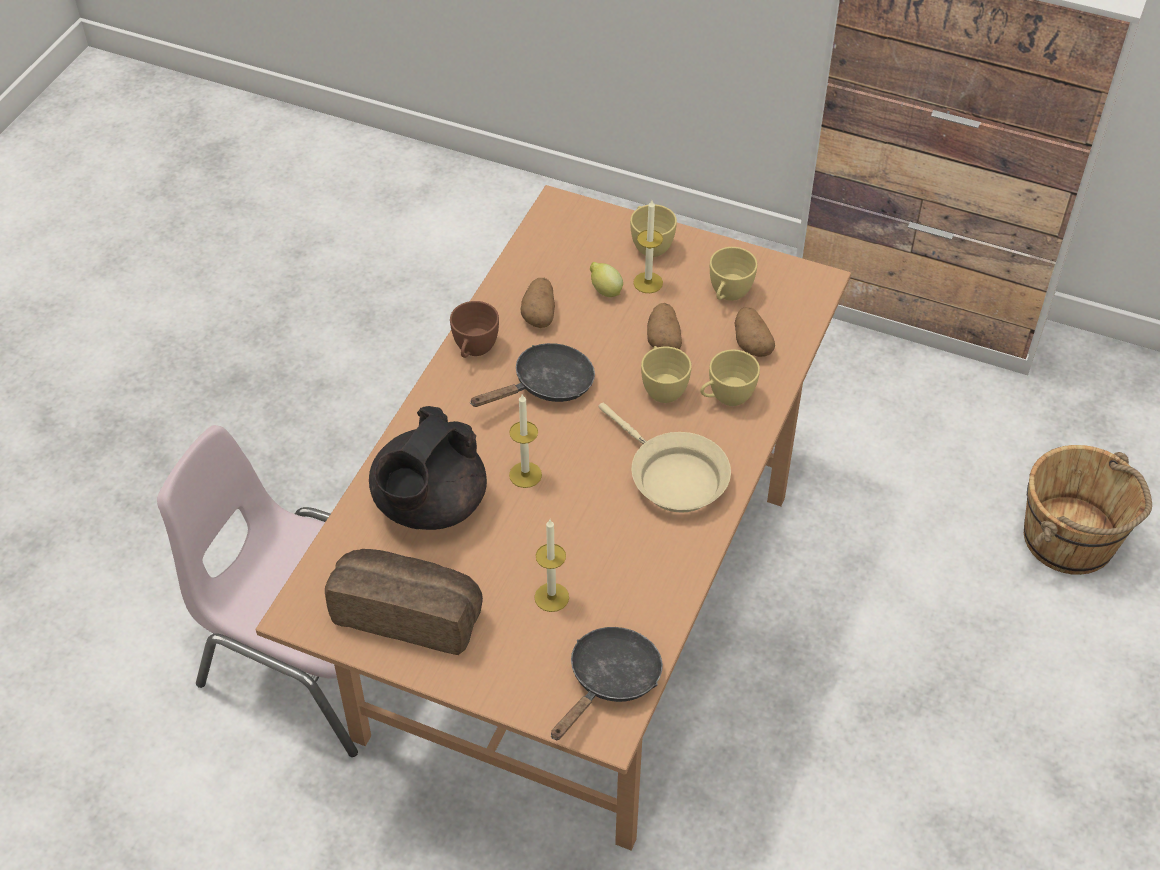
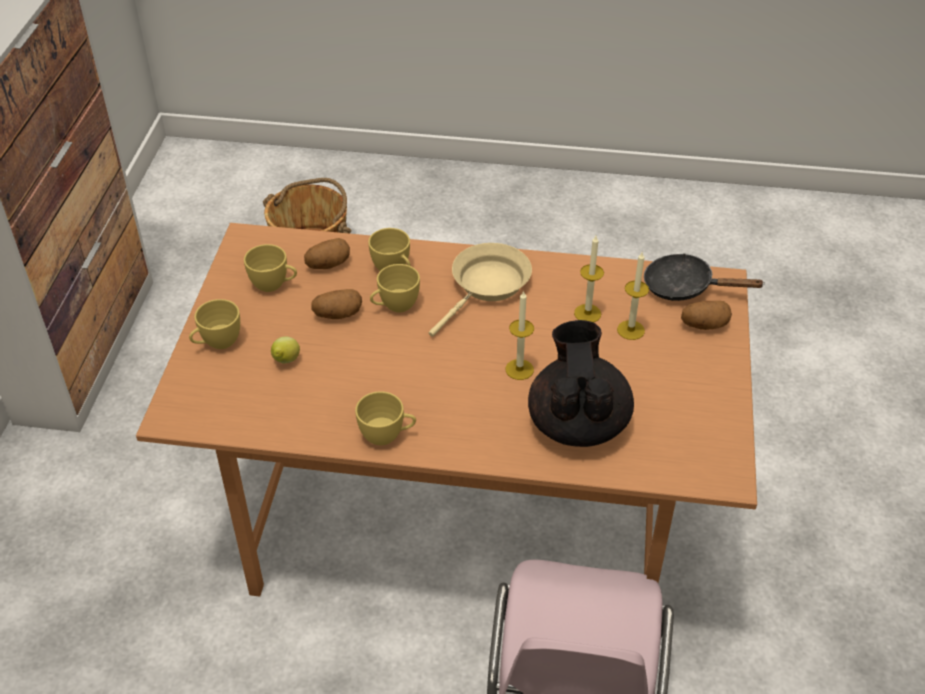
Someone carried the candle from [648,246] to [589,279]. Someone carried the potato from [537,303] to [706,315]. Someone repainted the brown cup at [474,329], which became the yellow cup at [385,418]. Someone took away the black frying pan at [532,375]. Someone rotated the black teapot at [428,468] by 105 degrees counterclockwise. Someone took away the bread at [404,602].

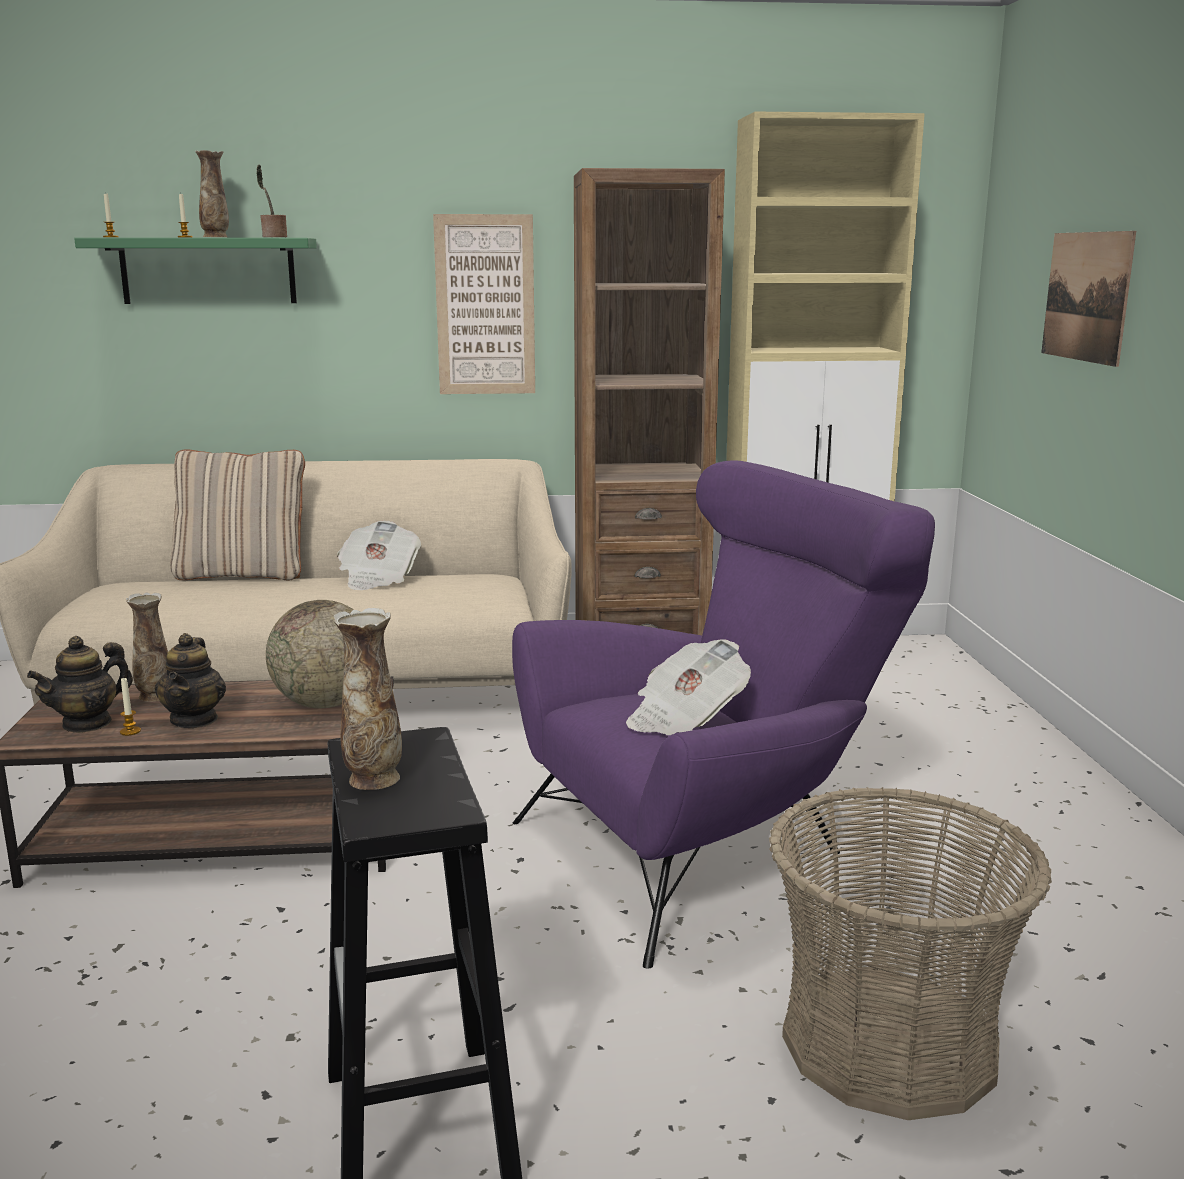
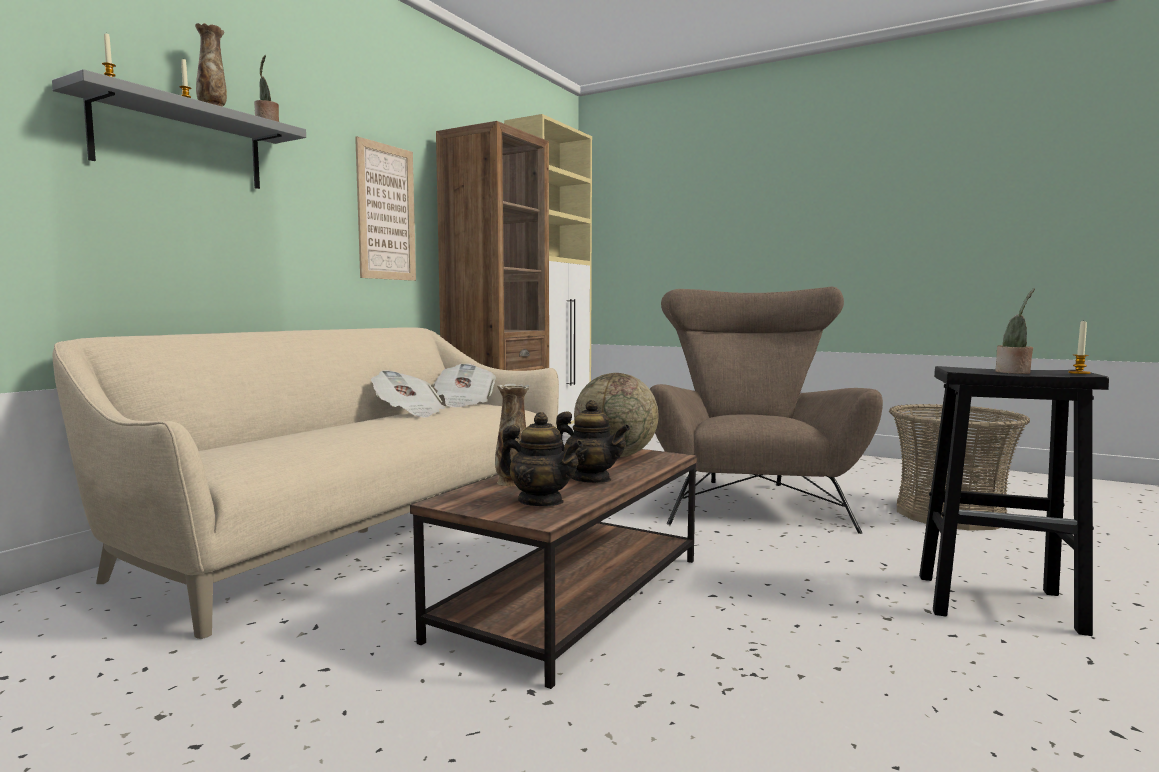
Someone took away the picture at [1088,299]. Someone repainted the green shelf at [195,271], which became the grey shelf at [179,129]. Someone took away the beige pillow at [237,515]. Someone repainted the purple armchair at [723,714], which became the brown armchair at [766,410]. Someone swapped the vase at [367,699] for the potted plant at [1015,331]. Someone rotated the teapot at [80,684] by 45 degrees counterclockwise. Someone carried the newspaper from [688,687] to [464,385]. Someone carried the candle from [130,707] to [1079,347].

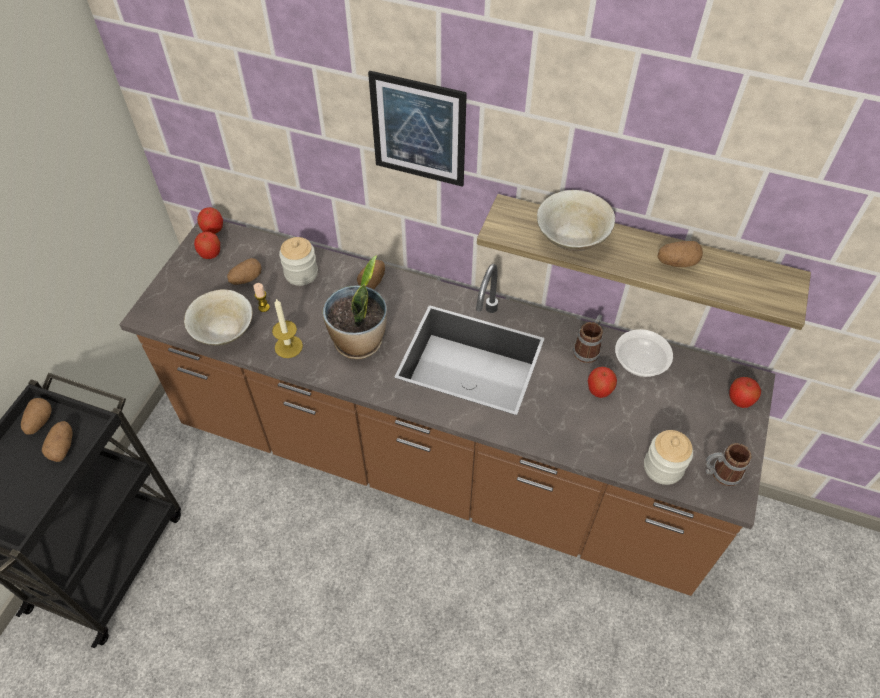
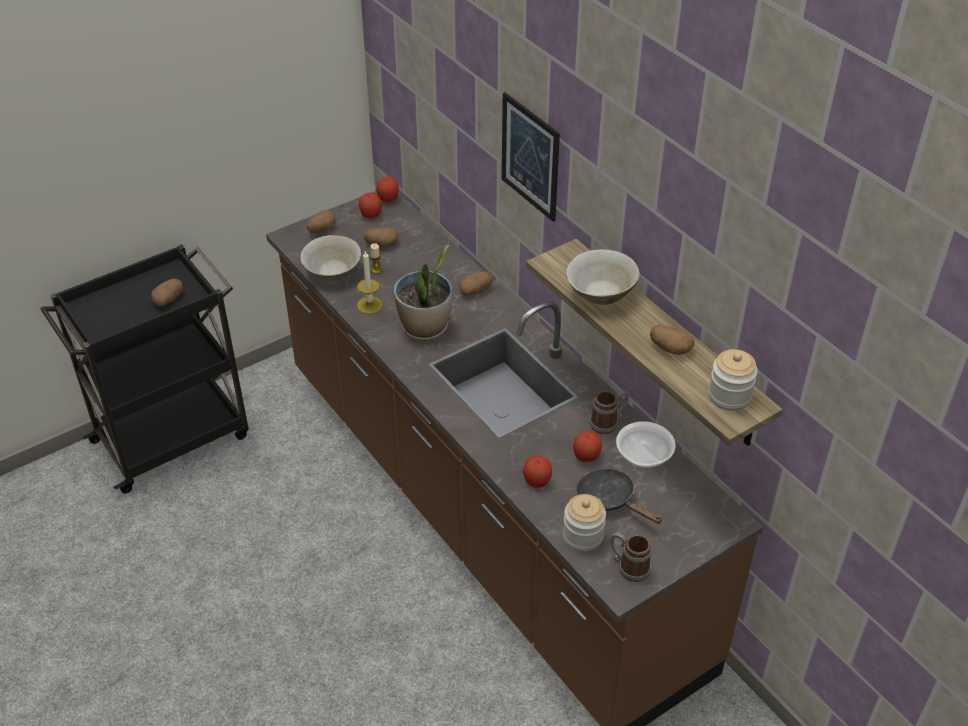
Someone carried the jar from [298,261] to [733,380]. Someone carried the apple from [745,392] to [537,471]. Someone carried the potato from [36,416] to [321,221]. Someone put down the black frying pan at [619,496].

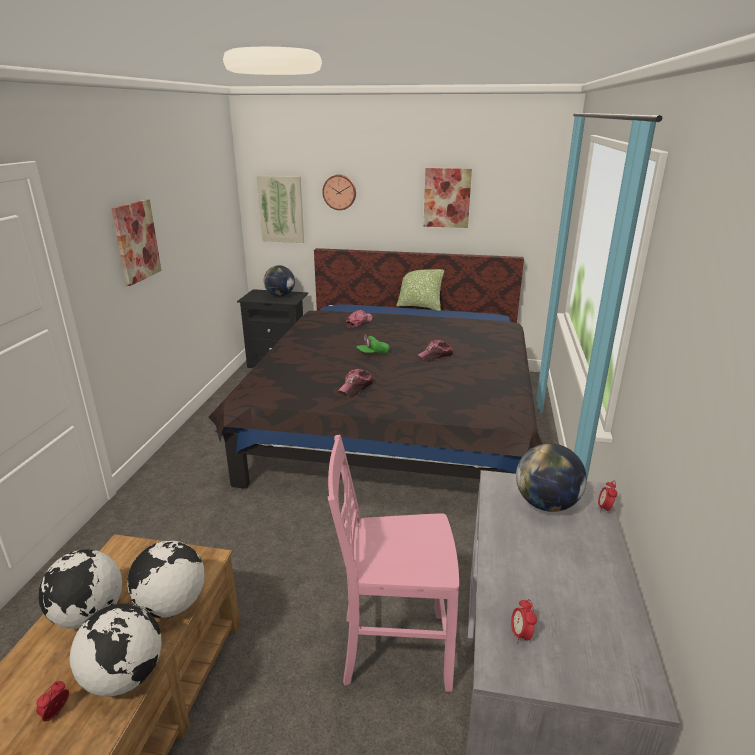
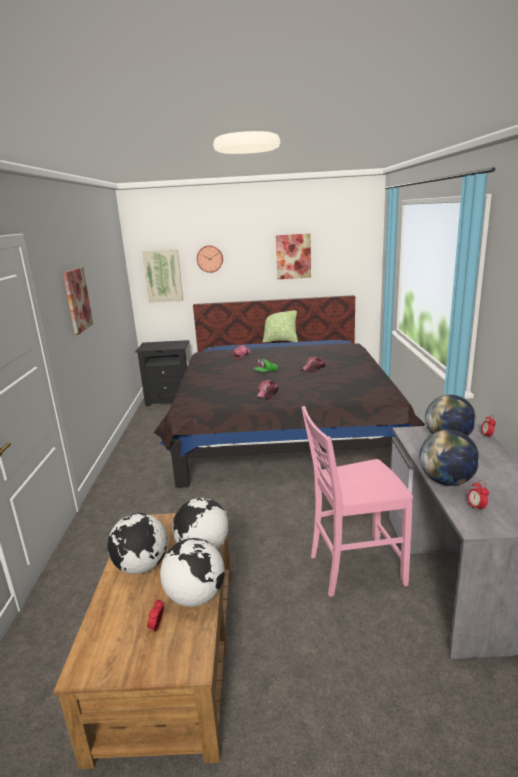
Someone carried the globe from [279,280] to [450,457].

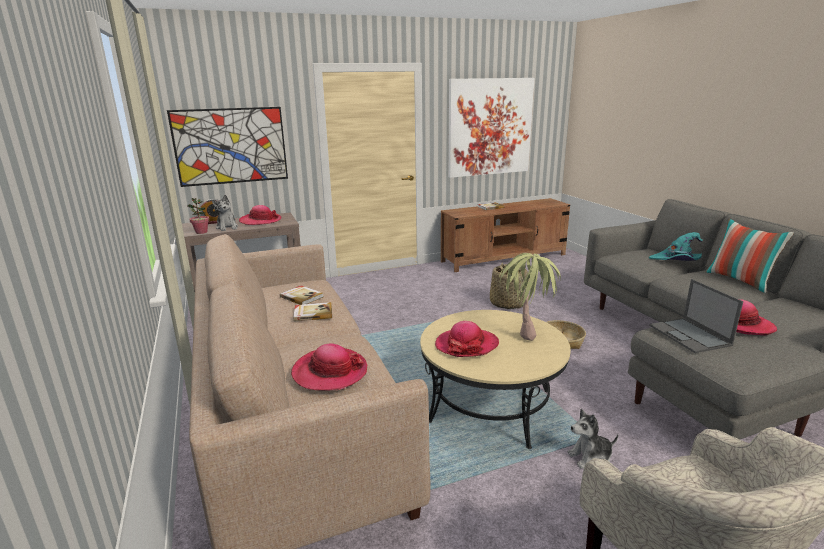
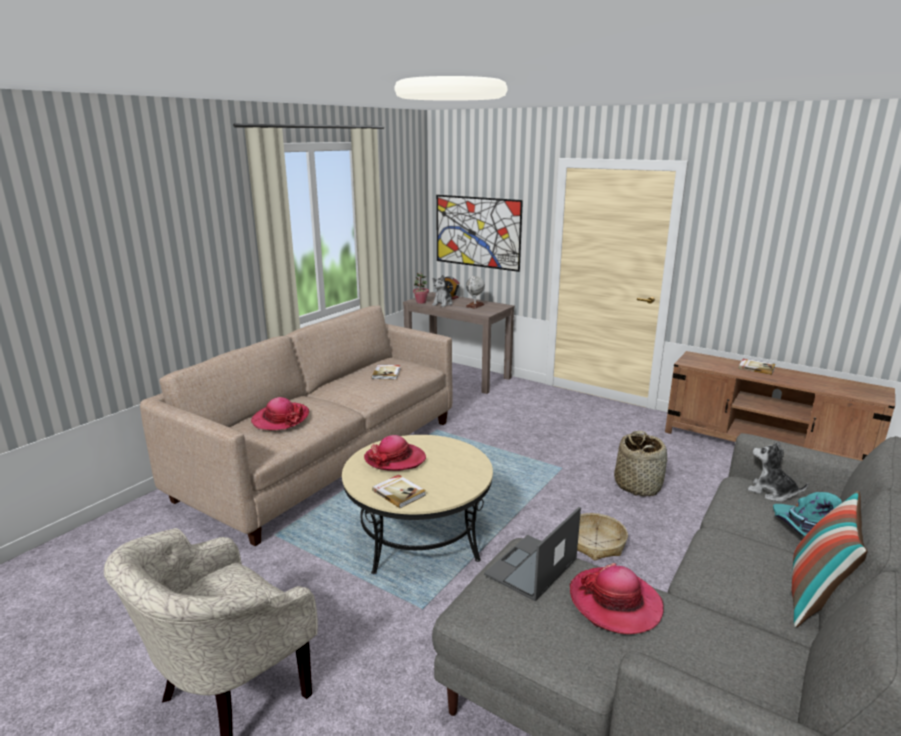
Someone took away the picture at [491,128]. Someone swapped the hat at [260,215] for the globe at [475,292]. Someone took away the potted plant at [530,297]. Someone carried the book from [313,311] to [399,491]. Someone carried the plush toy from [593,439] to [777,471].

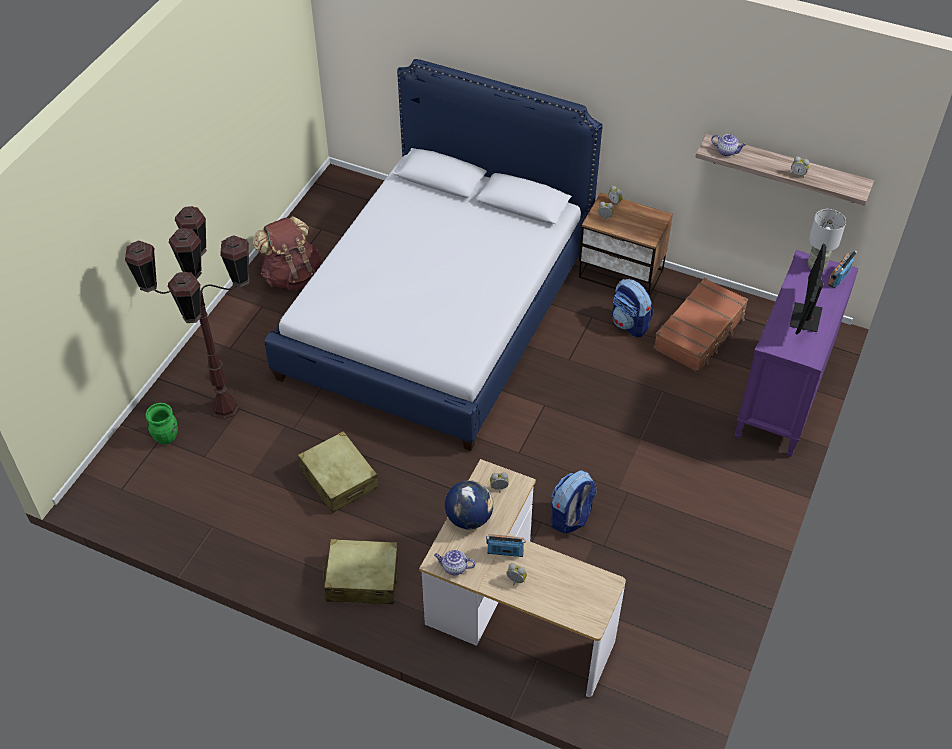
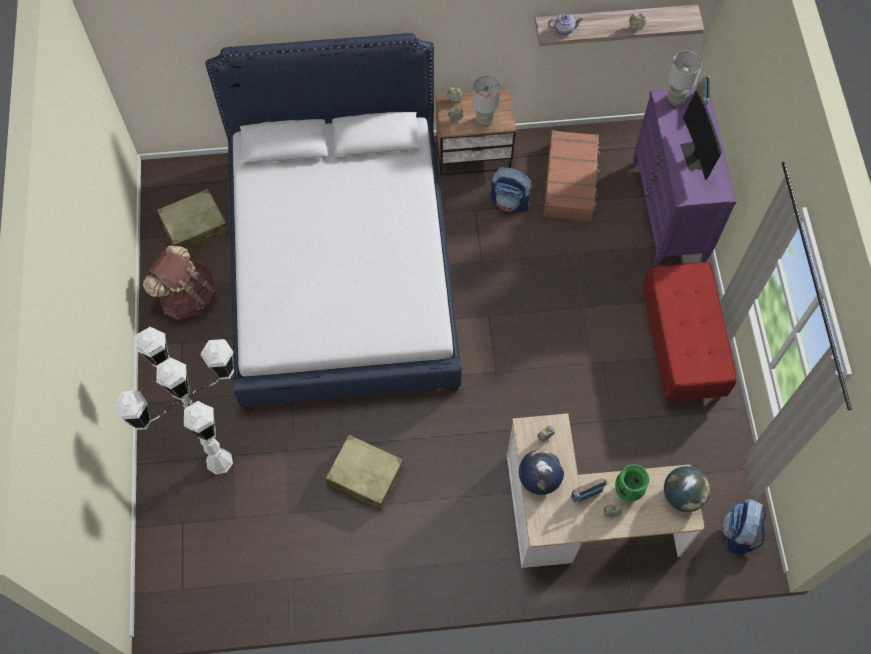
Someone repainted the brown floor lamp at [187,312], which became the white floor lamp at [174,401]. Someone carried the green vase from [161,424] to [632,483]. Someone carried the backpack from [574,502] to [743,526]. Someone carried the beige suitcase from [360,572] to [193,220]. Someone took away the teapot at [454,562]. Someone put down the grey table lamp at [486,101]. Someone put down the red bench at [689,334]. Someone put down the globe at [687,489].

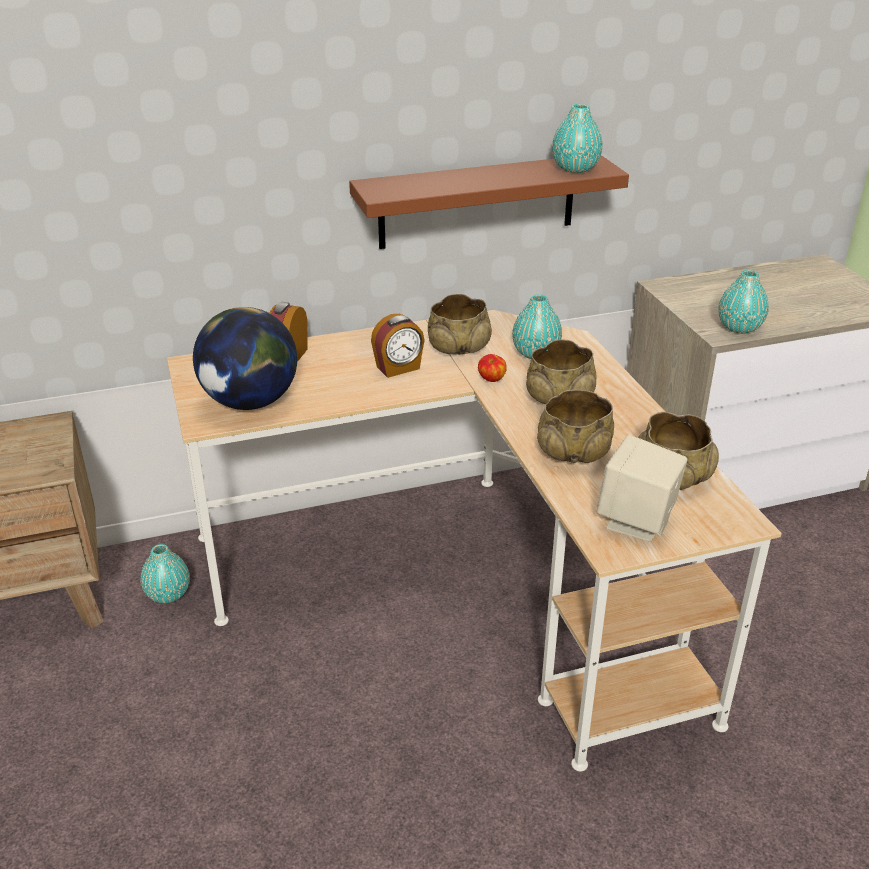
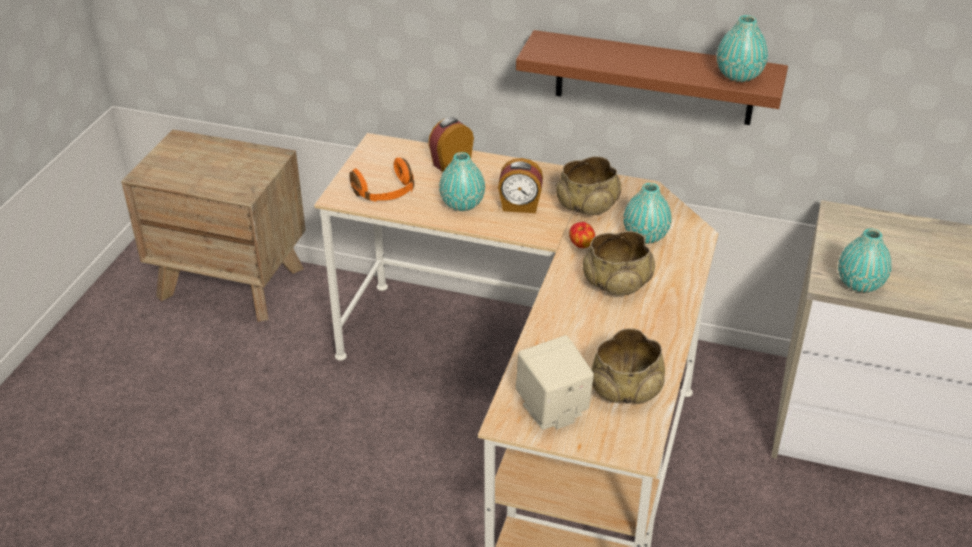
Someone swapped the globe at [245,358] for the orange headphones at [382,180]. Someone took away the beige bowl at [575,426]. Someone carried the turquoise vase from [165,573] to [462,181].

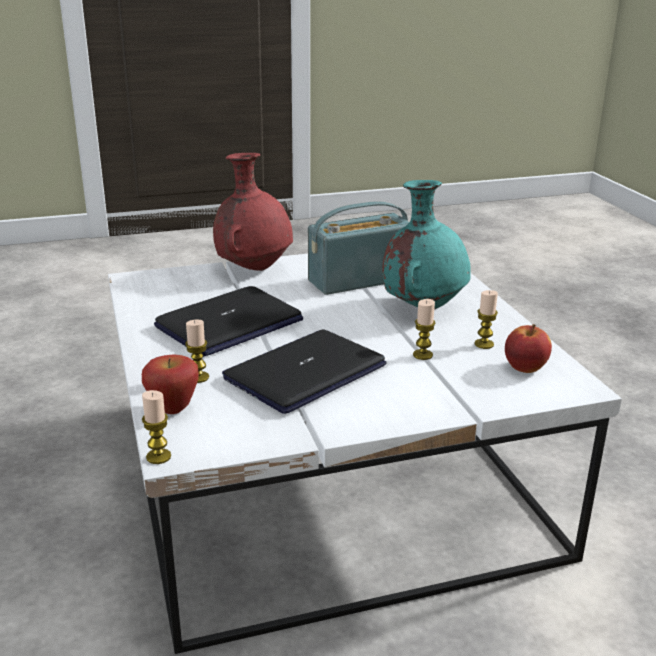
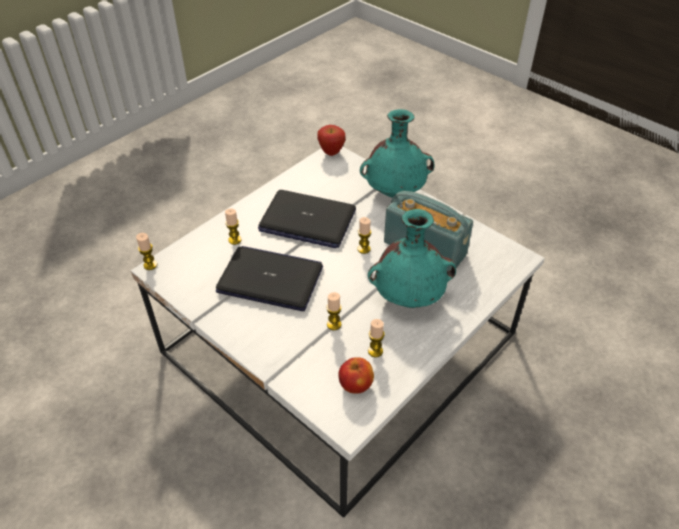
Someone repainted the red vase at [253,212], which became the turquoise vase at [397,153]. Someone carried the apple from [170,384] to [331,140]. Someone put down the candle at [364,235].

